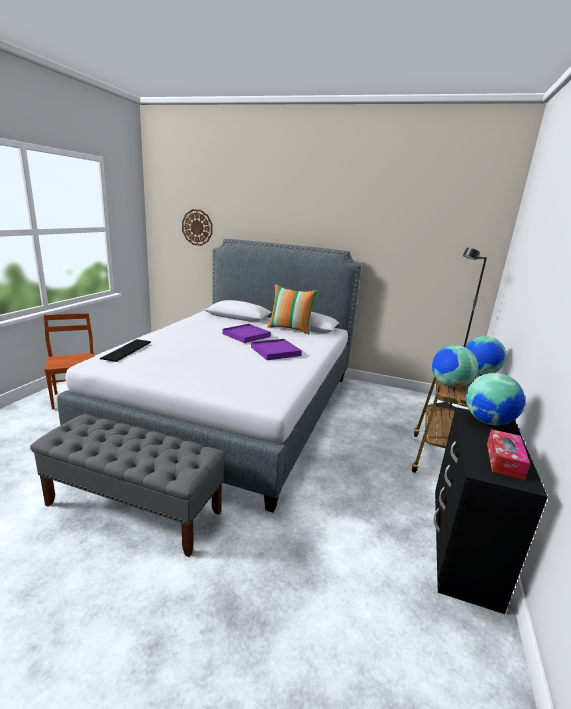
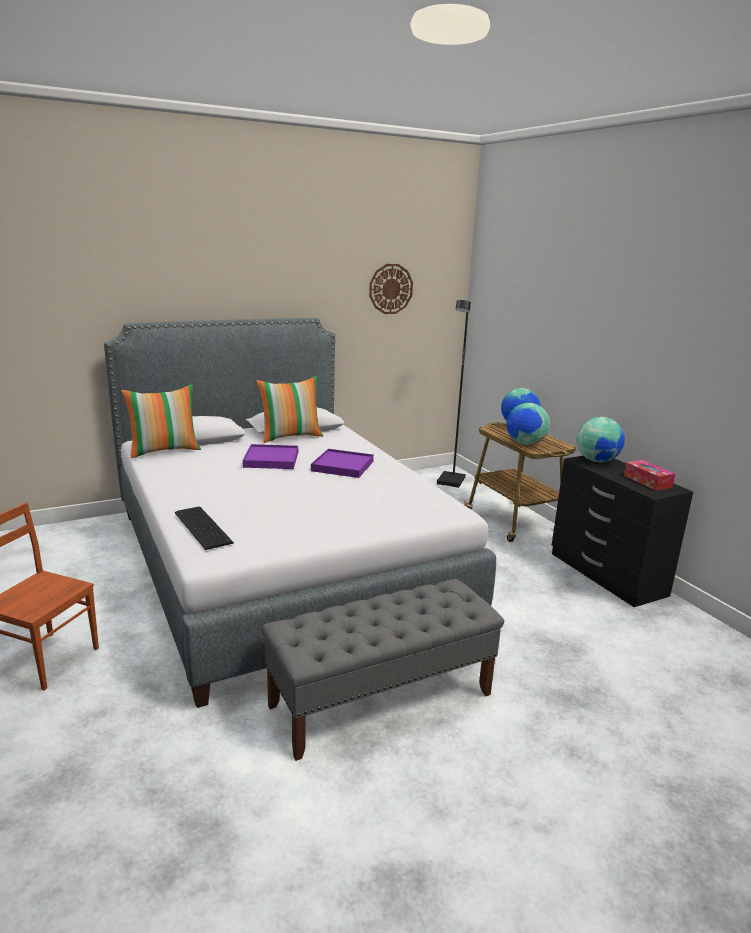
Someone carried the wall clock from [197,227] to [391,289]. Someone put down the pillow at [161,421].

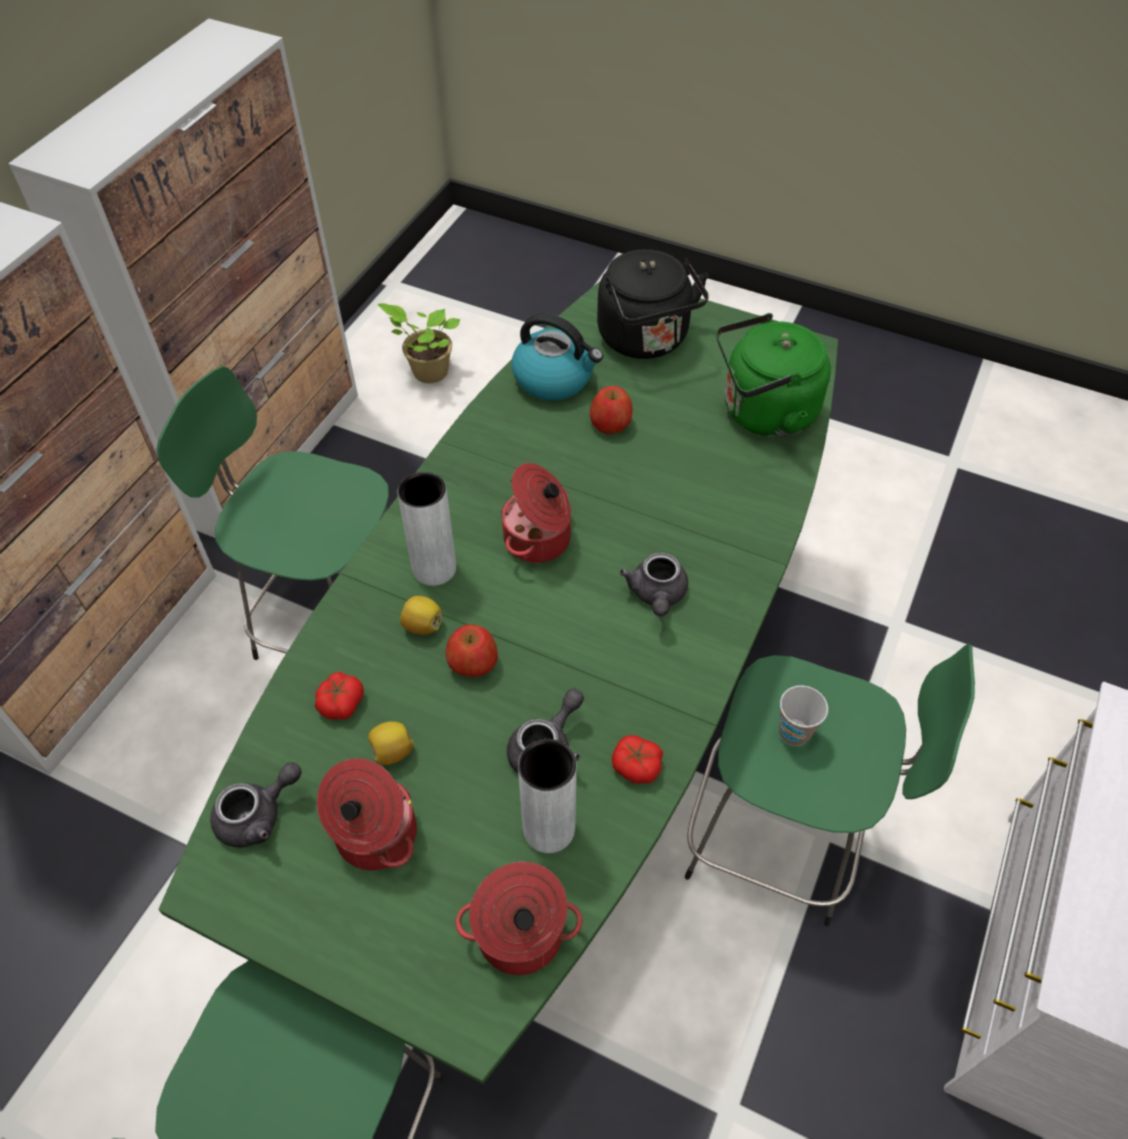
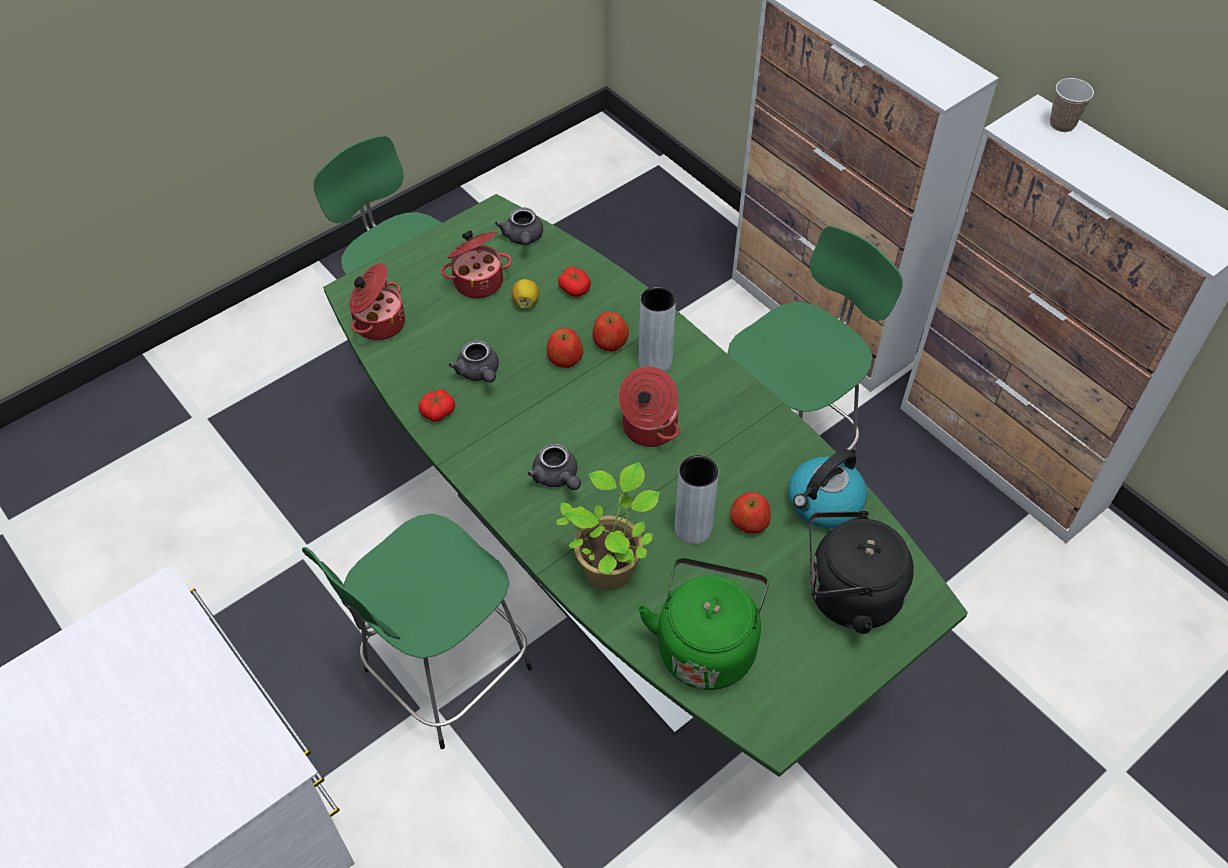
Someone carried the potted plant from [419,343] to [608,526]. Someone rotated the grey teapot at [654,584] by 150 degrees counterclockwise. Someone swapped the lemon at [421,615] for the apple at [610,332]. Someone carried the cup from [803,715] to [1072,105]. Someone carried the grey vase from [547,796] to [697,499].

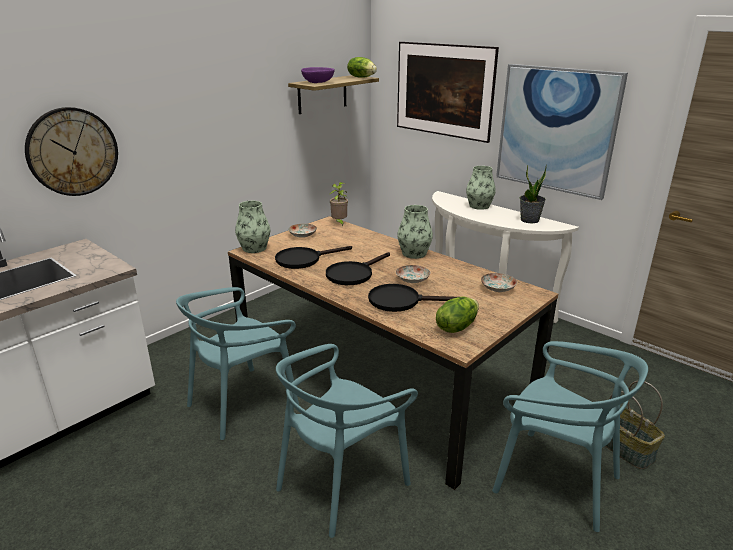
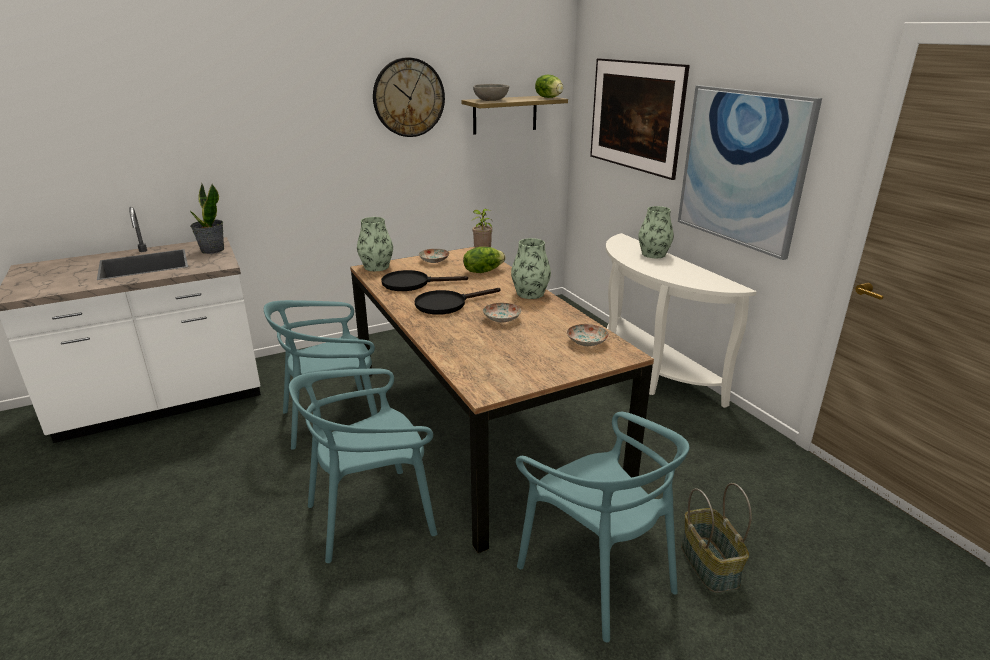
Someone repainted the purple bowl at [318,75], which became the grey bowl at [491,92]. Someone carried the wall clock from [71,151] to [409,97]. Someone carried the potted plant from [533,194] to [207,219]. Someone took away the black frying pan at [412,298]. Someone carried the lettuce from [457,315] to [484,260].

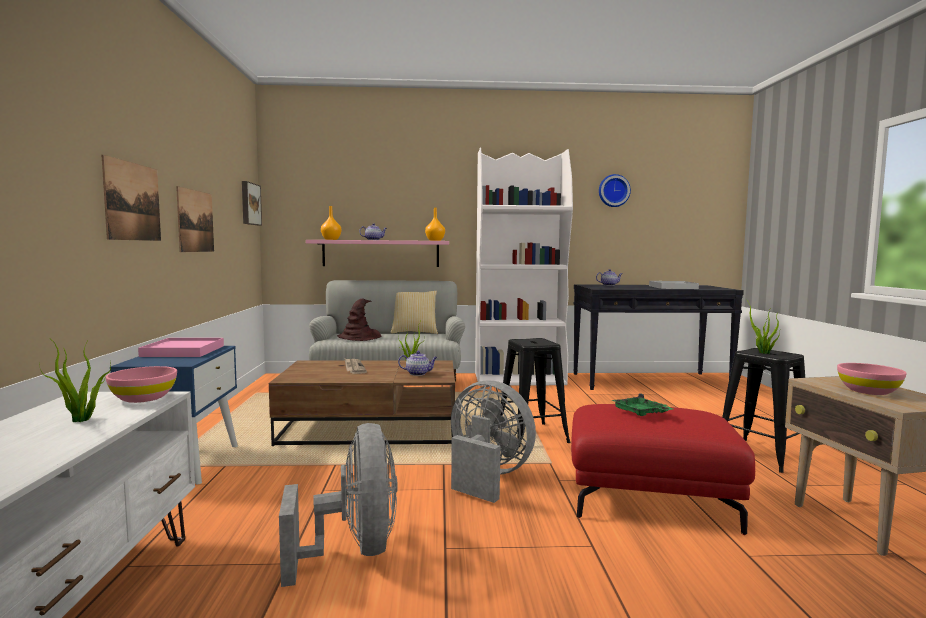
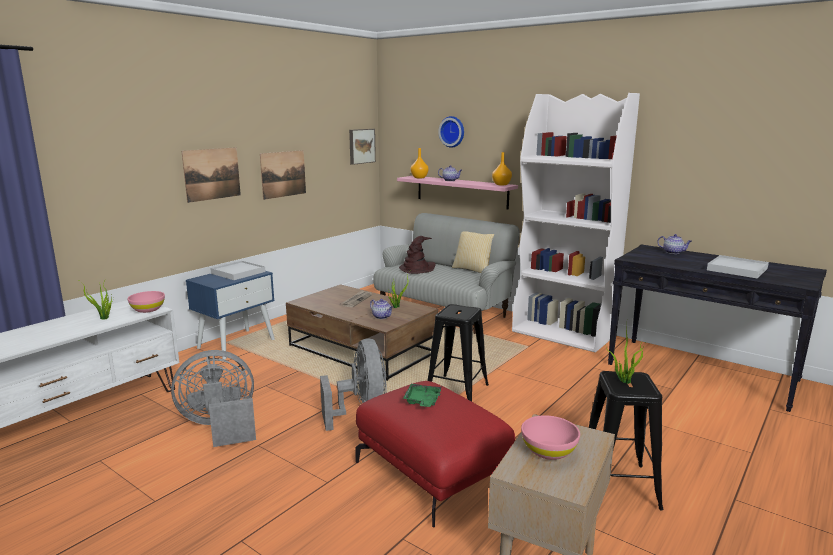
Someone carried the wall clock from [615,190] to [451,132]. Someone repainted the pink tray at [181,347], which became the white tray at [237,270]. Someone rotated the grey fan at [338,505] by 135 degrees counterclockwise.

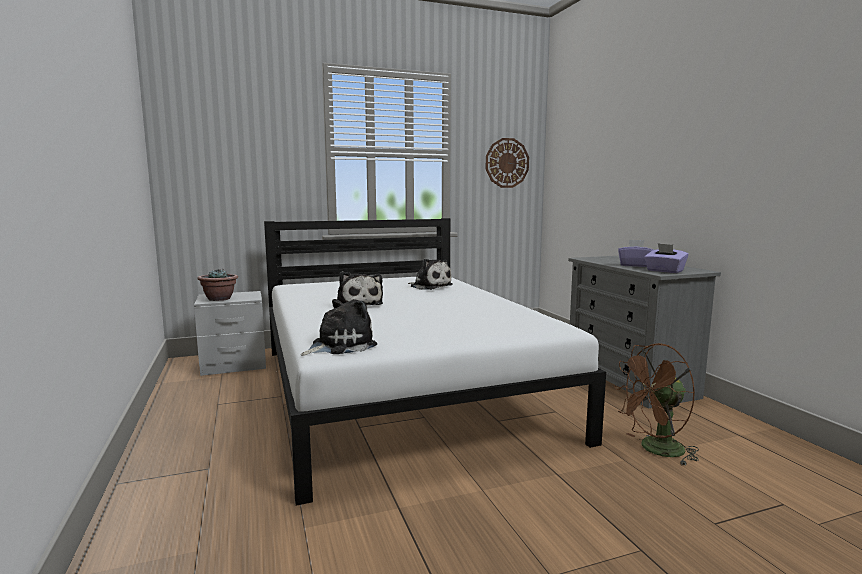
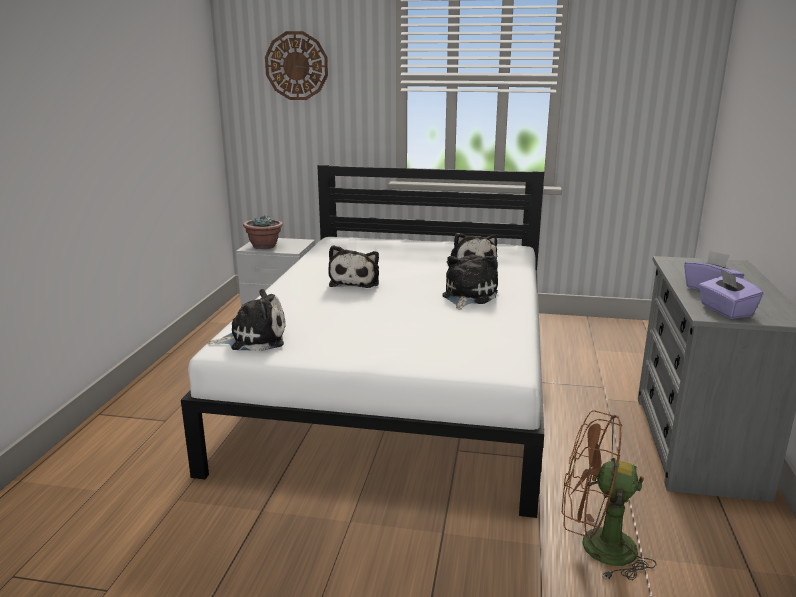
Someone carried the wall clock from [507,163] to [296,65]. Someone put down the plush toy at [470,282].

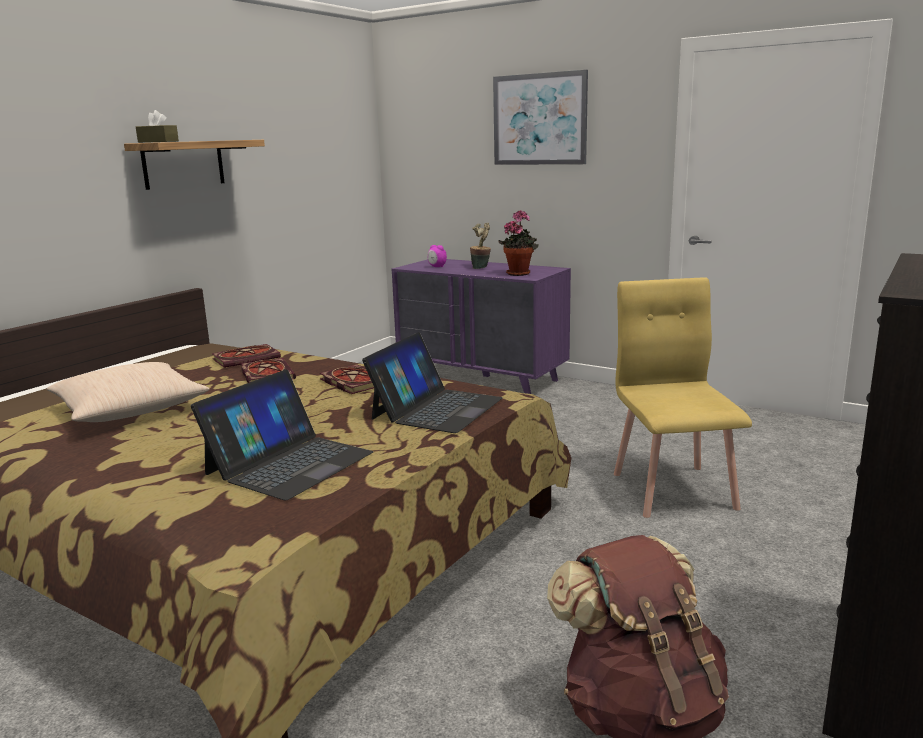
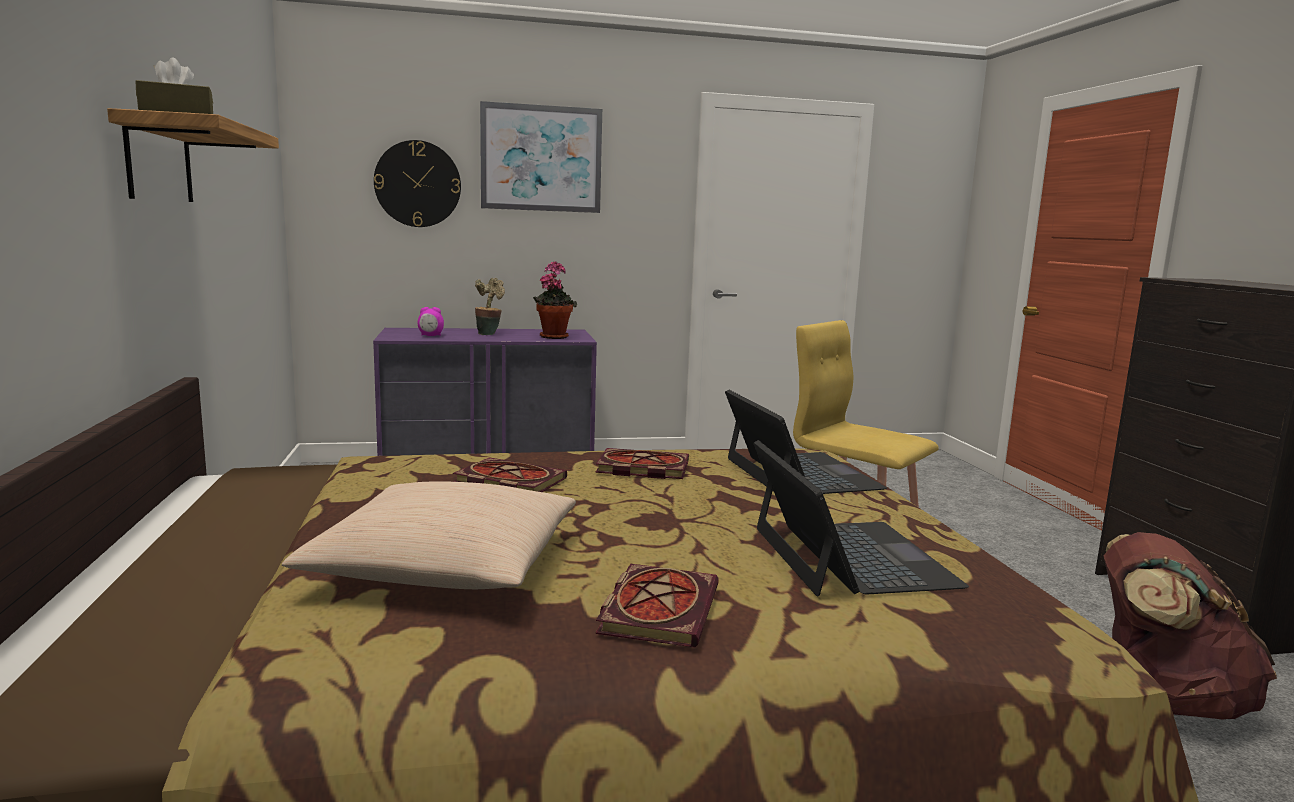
Someone carried the book from [246,356] to [657,605]. Someone put up the wall clock at [417,183].

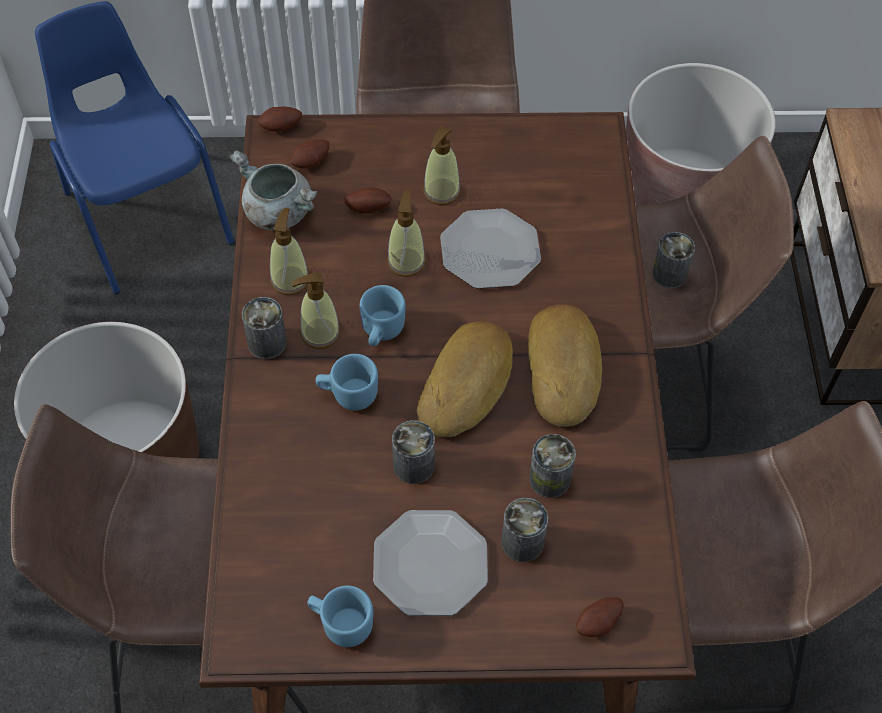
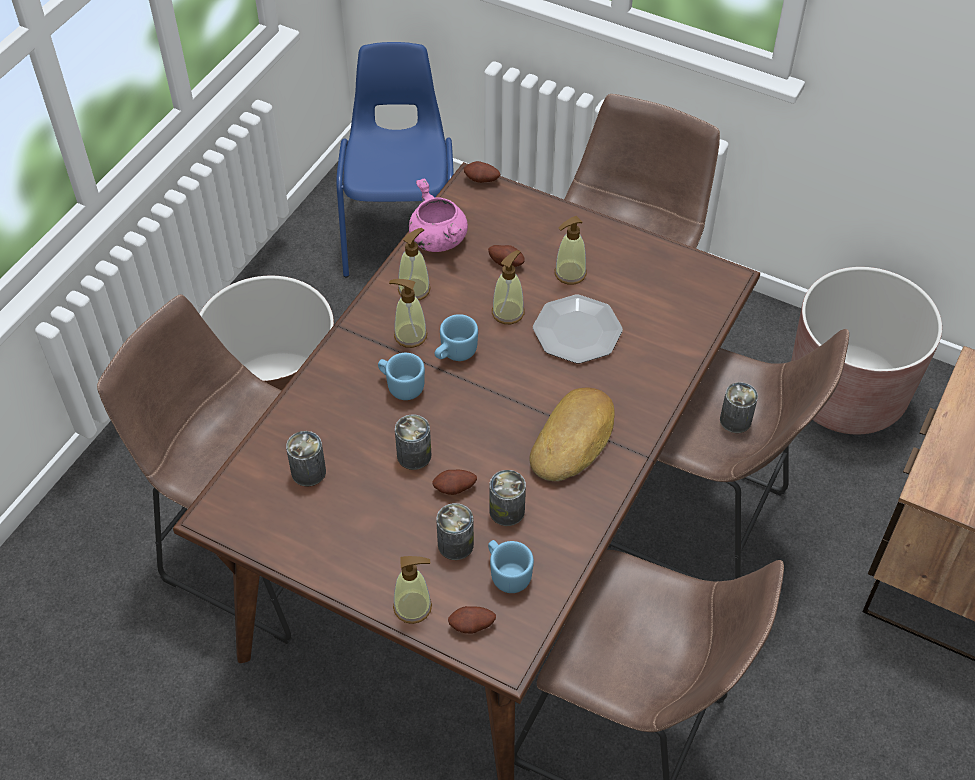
Someone carried the potato from [310,153] to [454,482]. Someone repainted the grey cooking pot at [274,190], which became the pink cooking pot at [438,215]. Someone carried the can from [264,328] to [306,458]. Someone took away the bread at [465,379]. Someone took away the plate at [430,563]. Someone carried the blue mug from [340,616] to [511,566]. Someone put down the soap dispenser at [412,590].

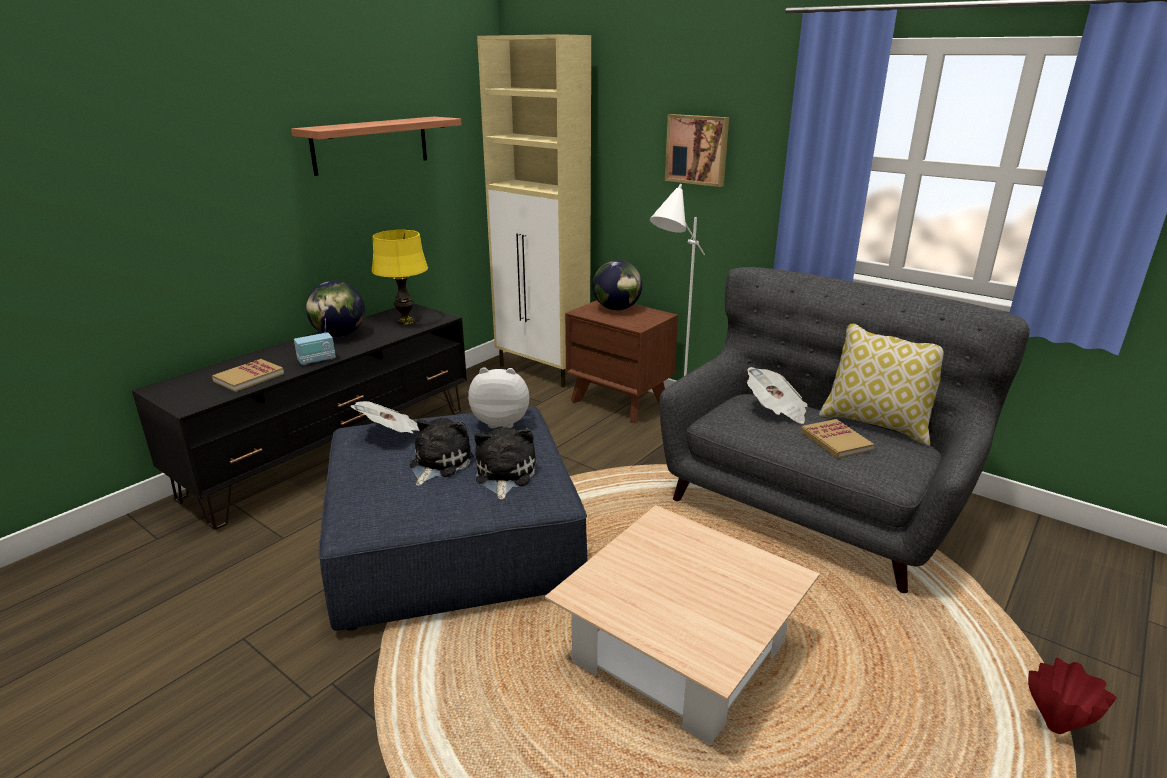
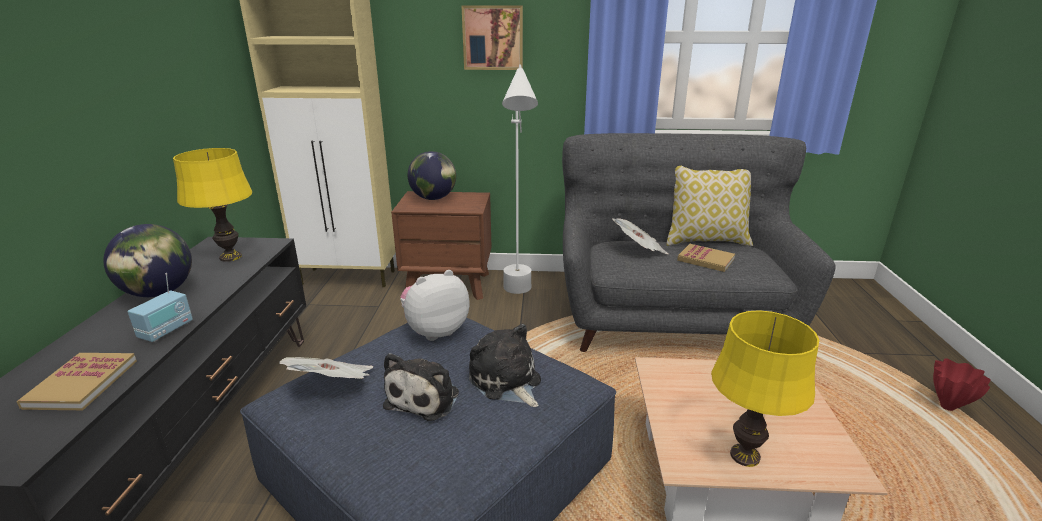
Someone took away the shelf at [376,146]. Someone rotated the plush toy at [441,452] by 150 degrees counterclockwise. Someone put down the yellow table lamp at [765,388].

